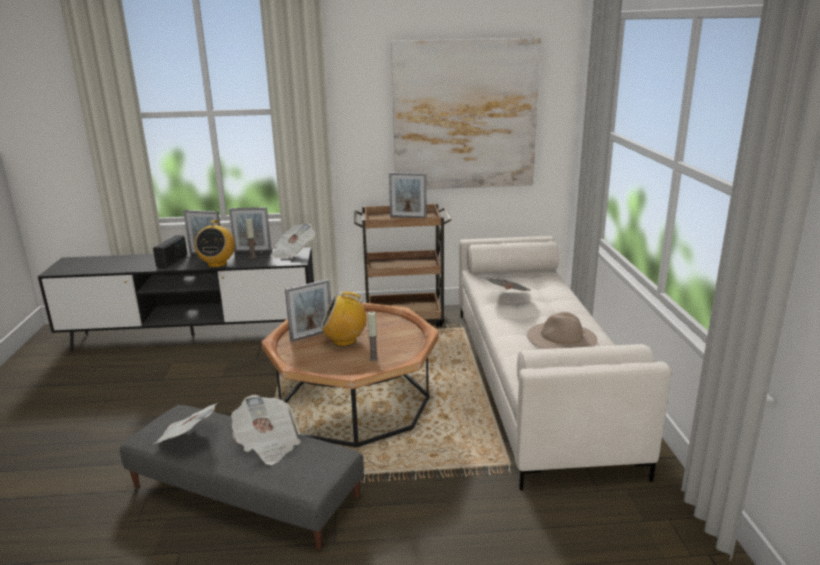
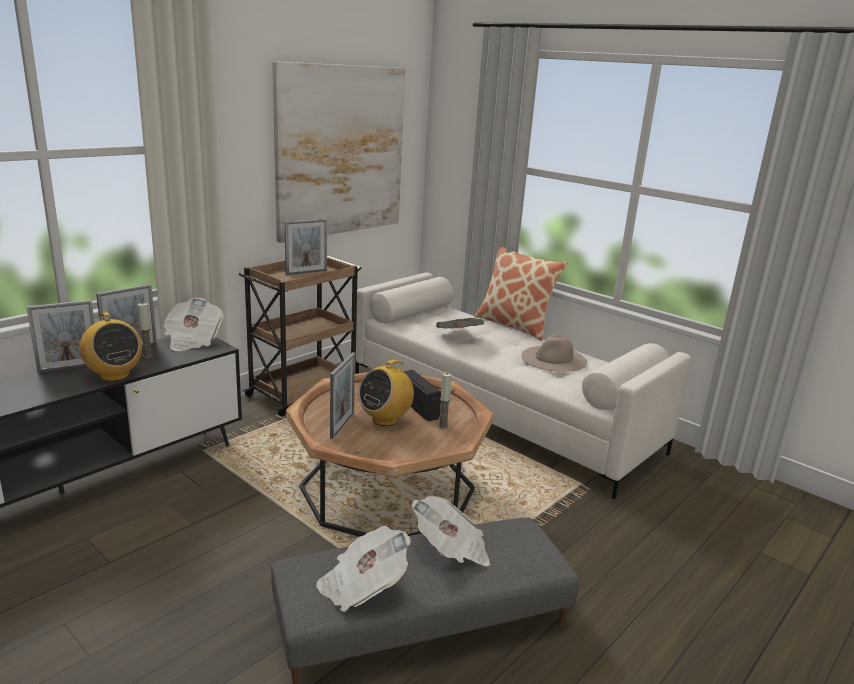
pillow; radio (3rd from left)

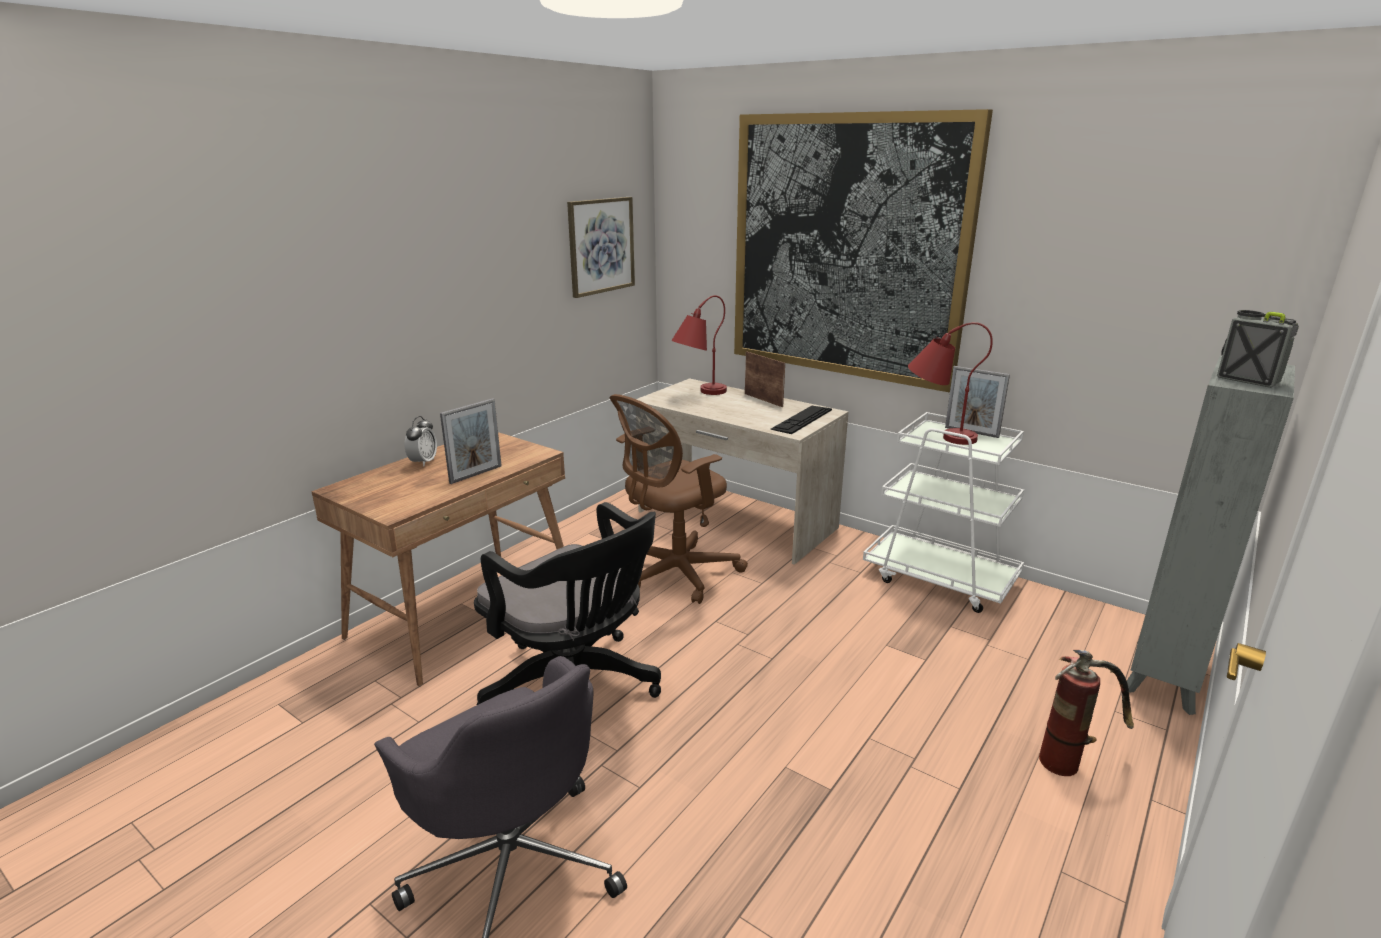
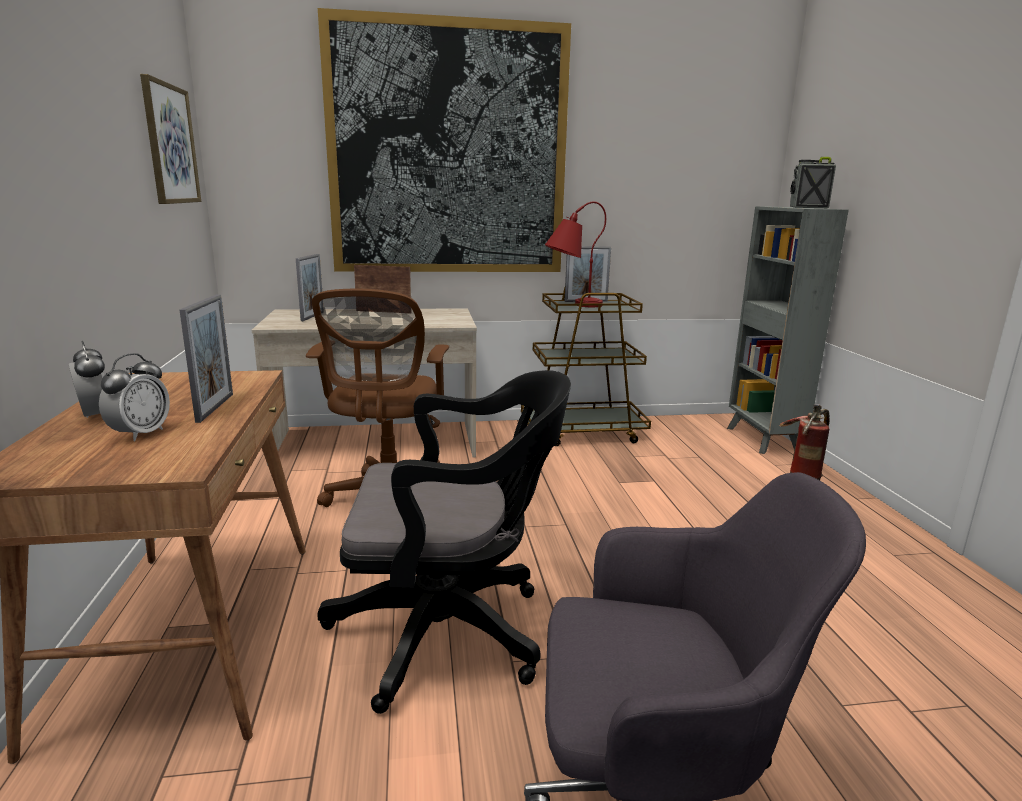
keyboard; alarm clock (2nd from left); picture frame (2nd from left); brown cart

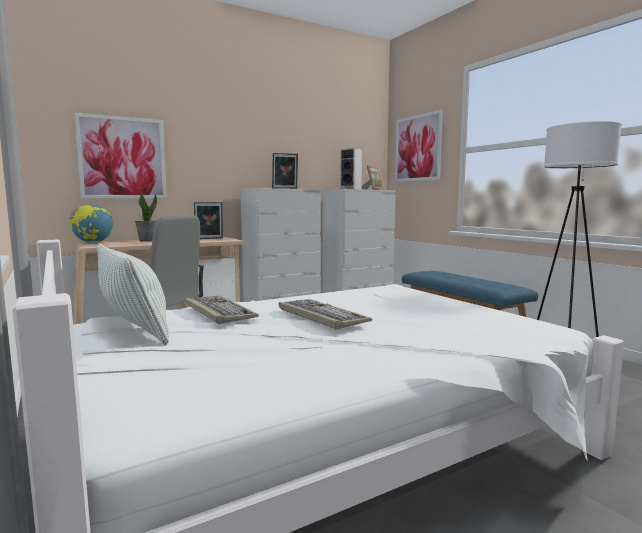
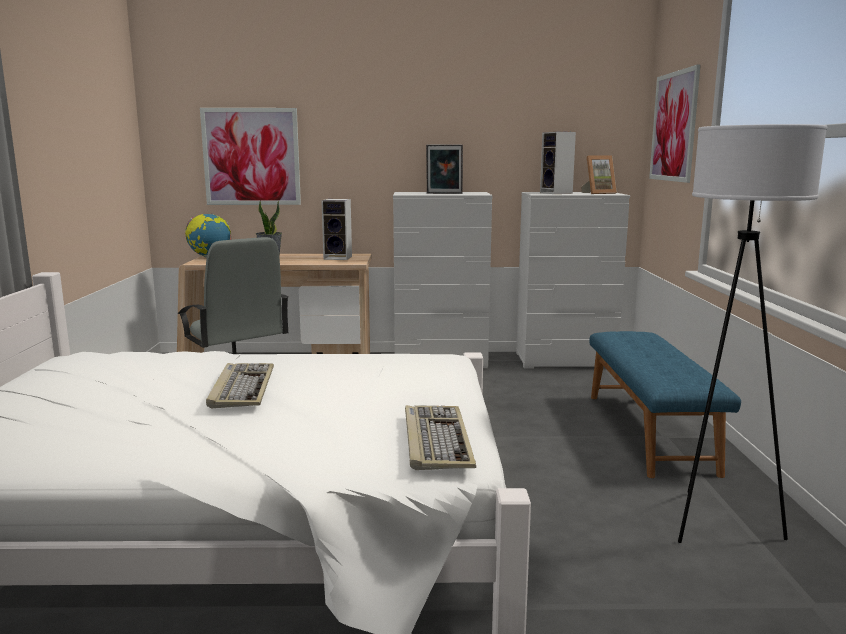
pillow; keyboard (2nd from left); speaker (1st from left)

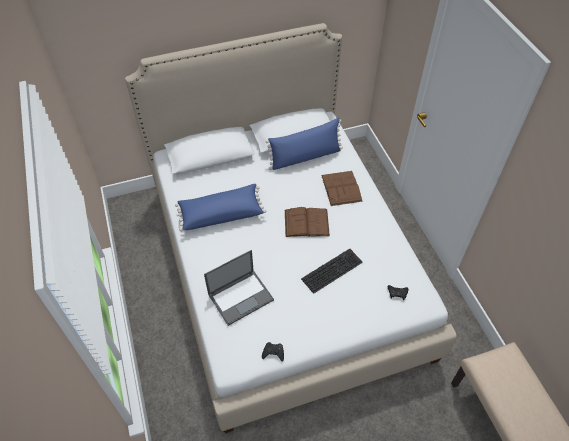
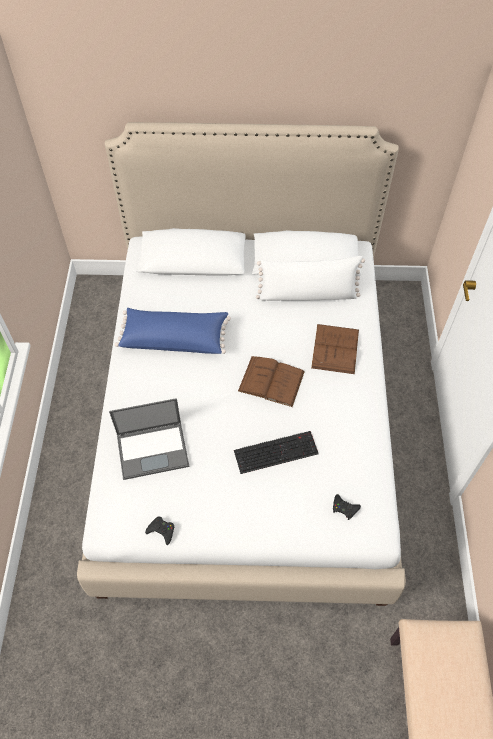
white pillow

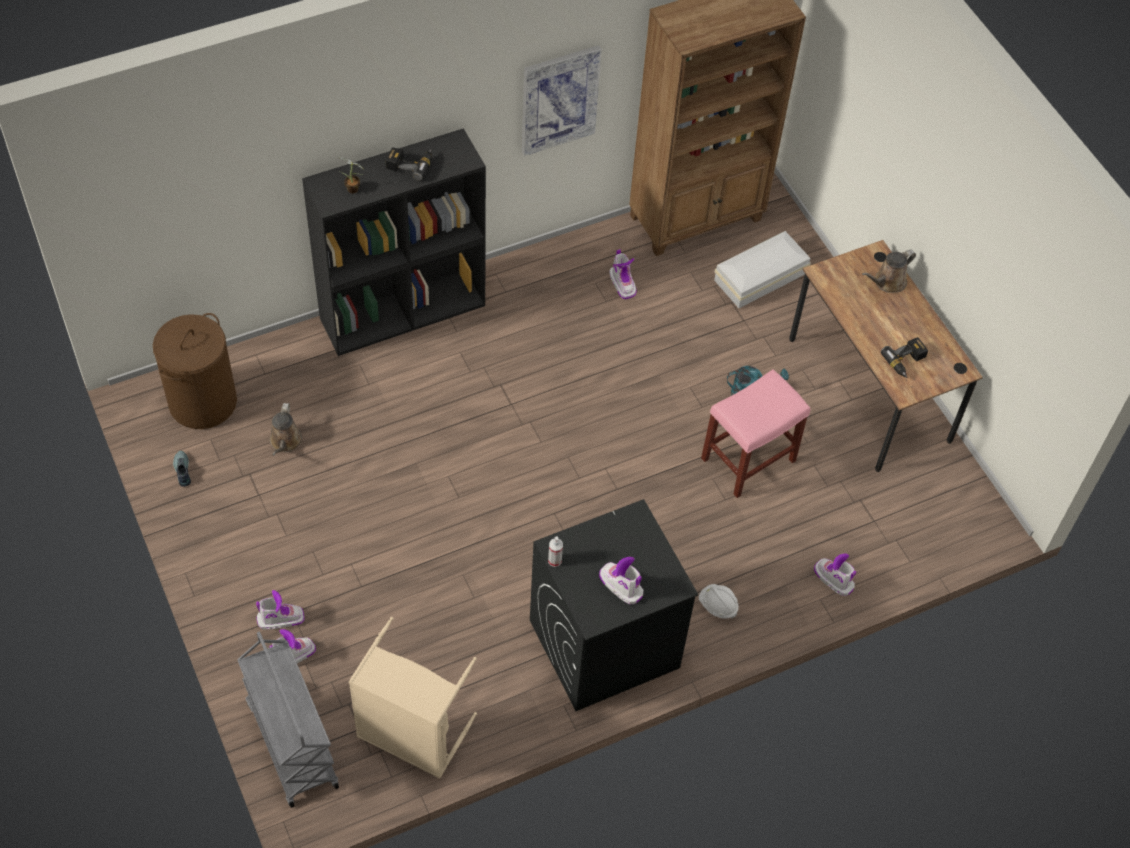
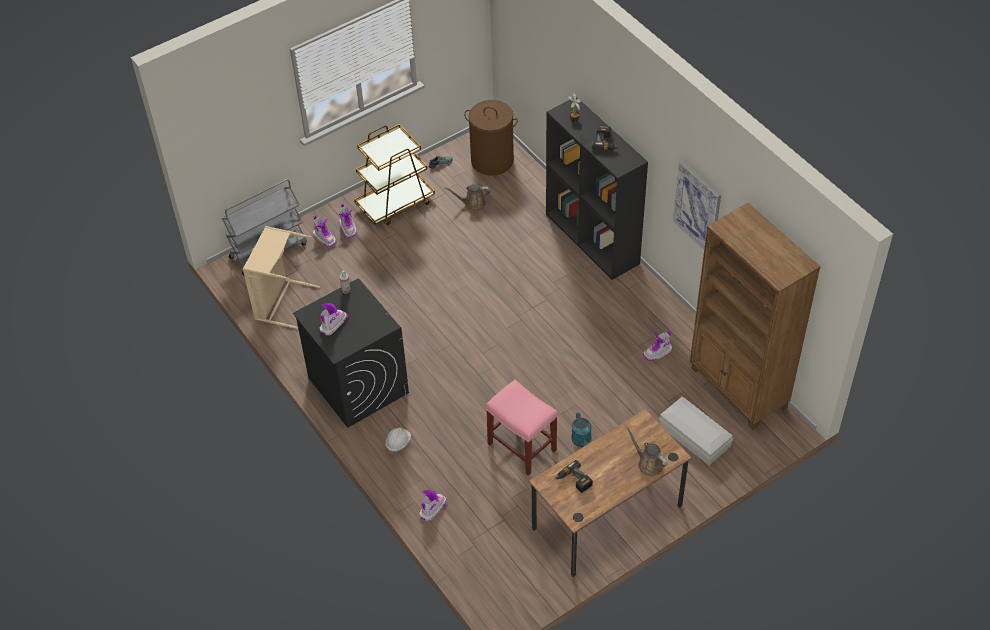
brown cart

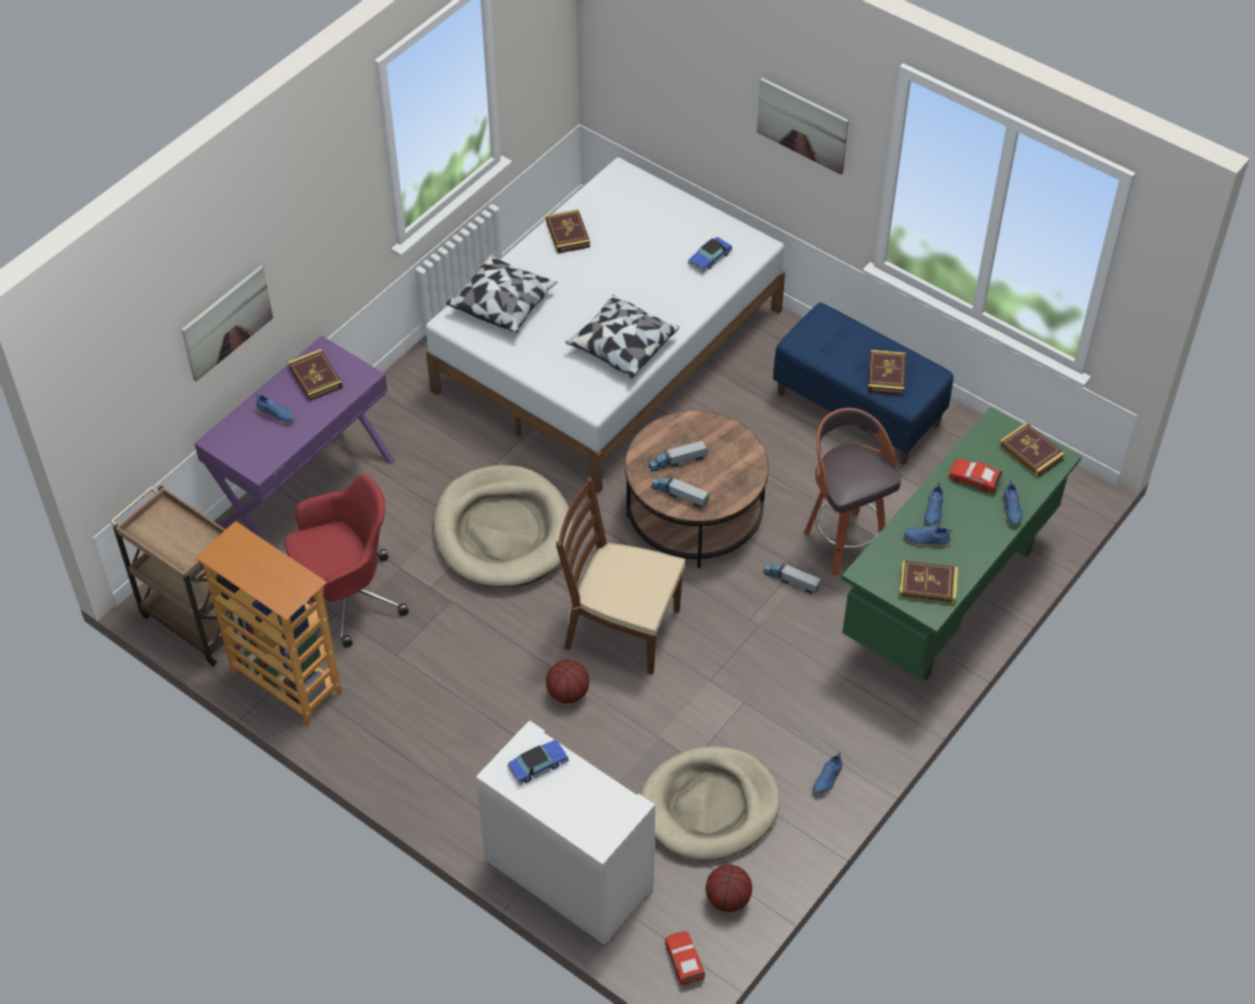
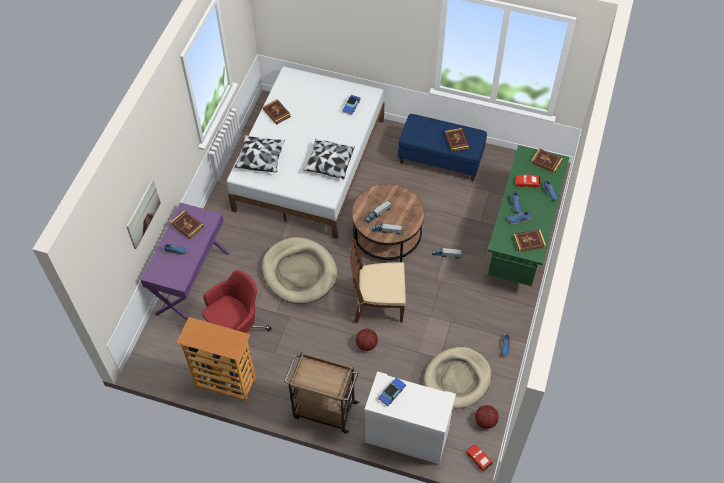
picture (2nd from left in the first image); stool; brown cart

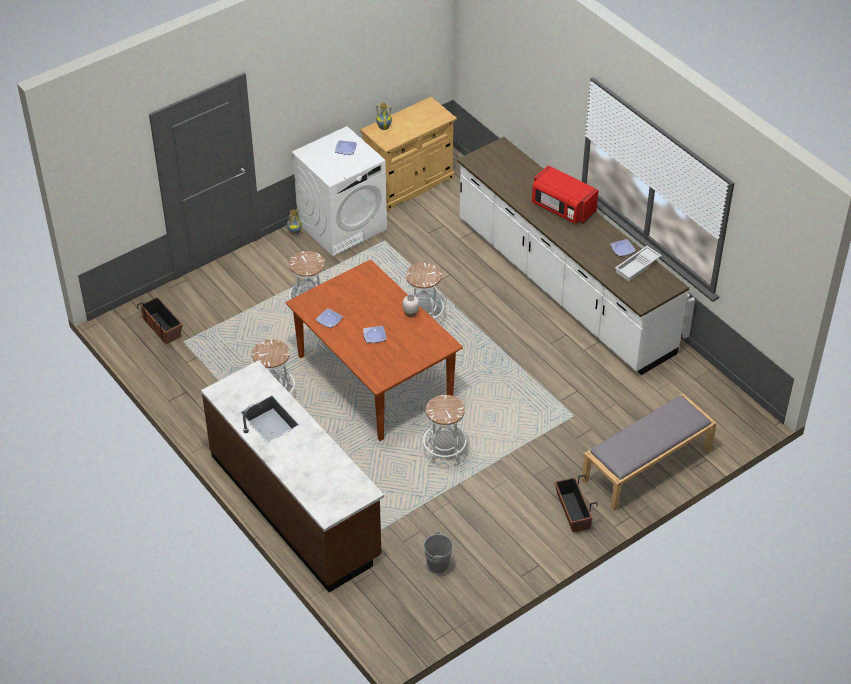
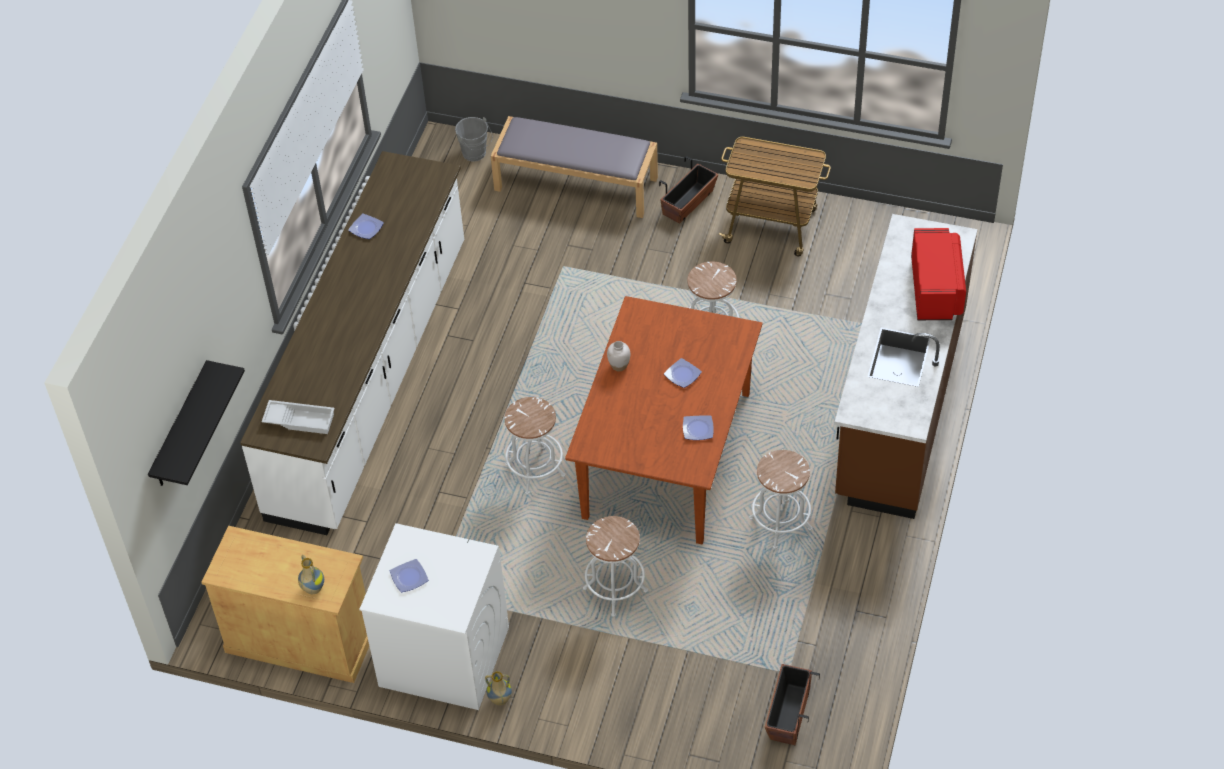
black shelf; cart; grey bucket; red microwave; white tray

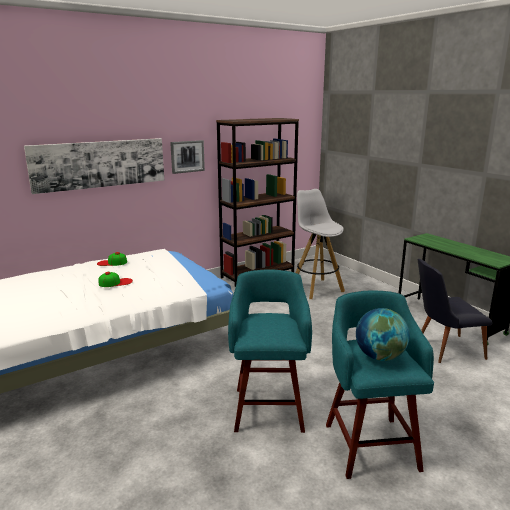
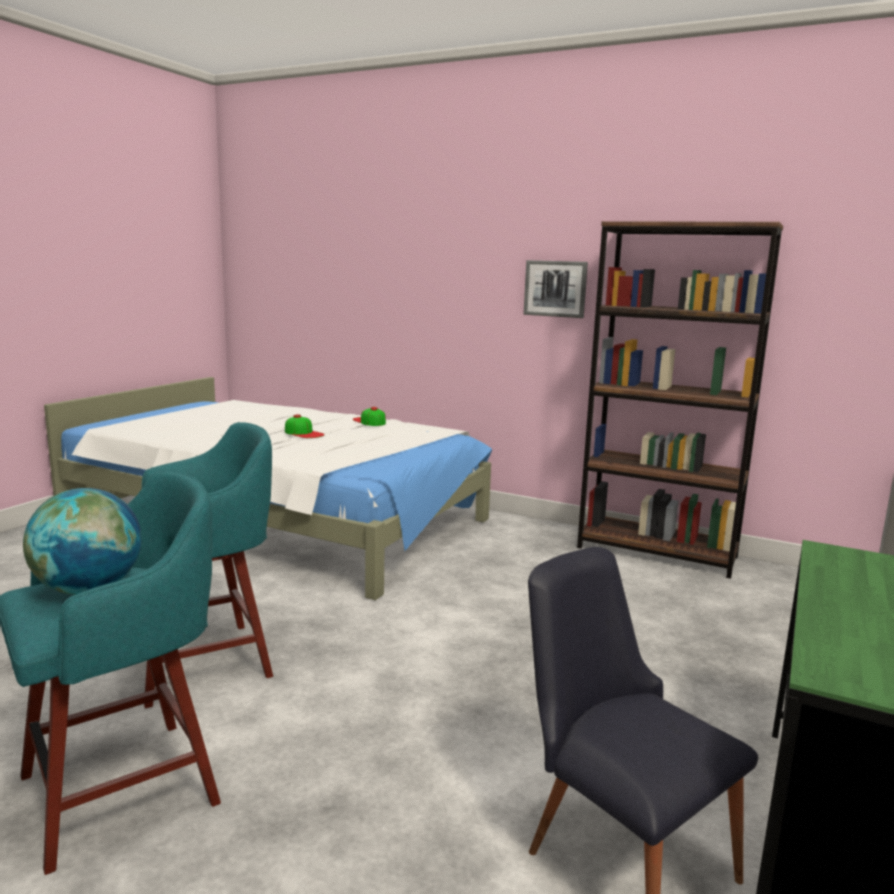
picture (1st from left in the first image); white stool

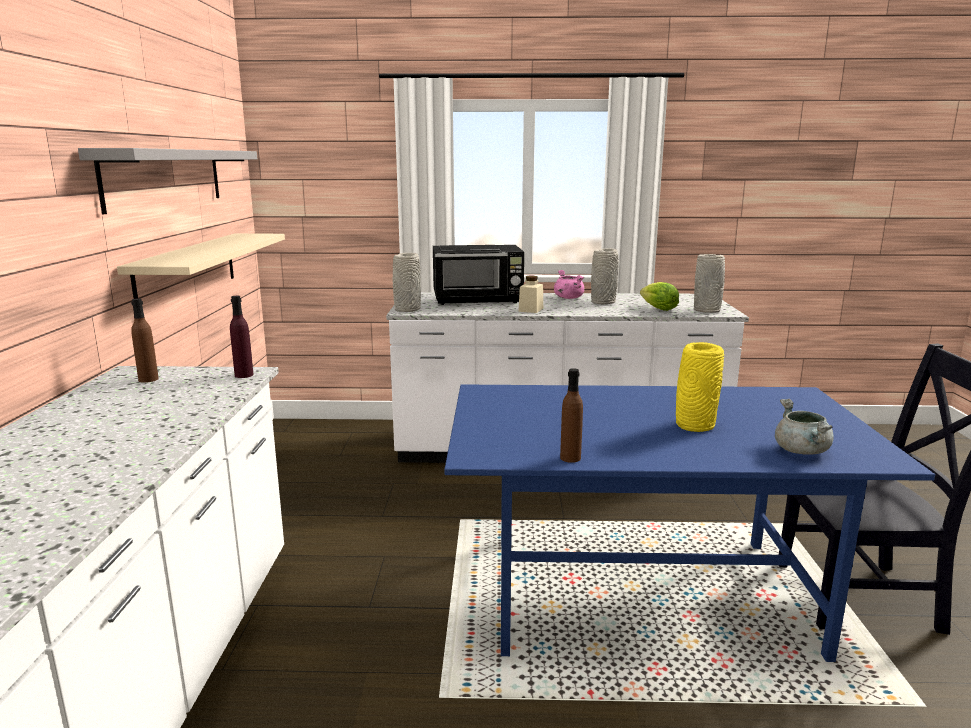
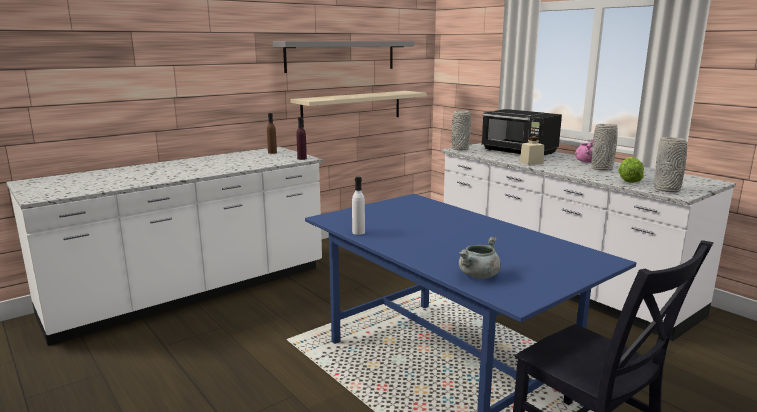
yellow vase; white bottle

